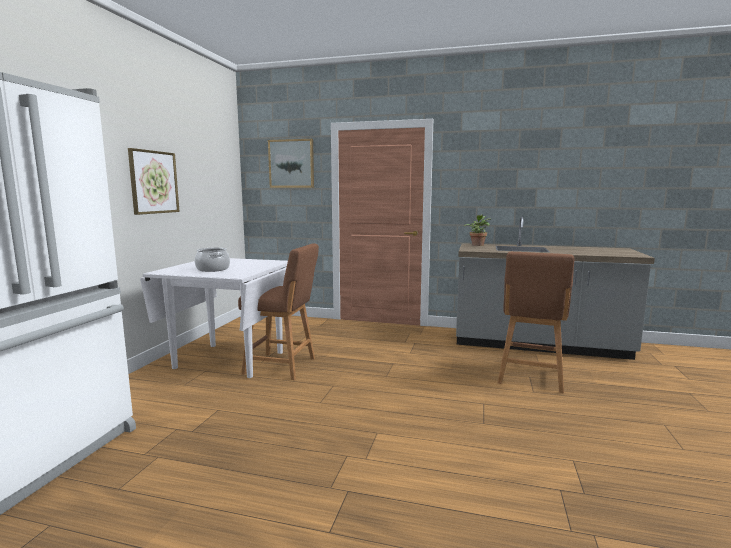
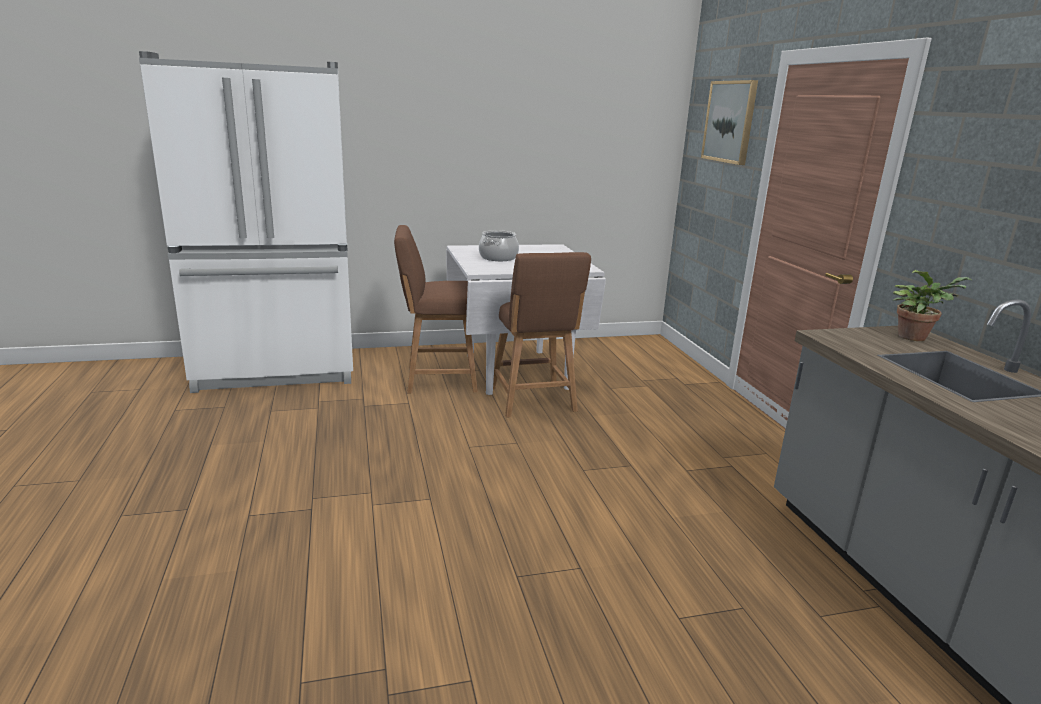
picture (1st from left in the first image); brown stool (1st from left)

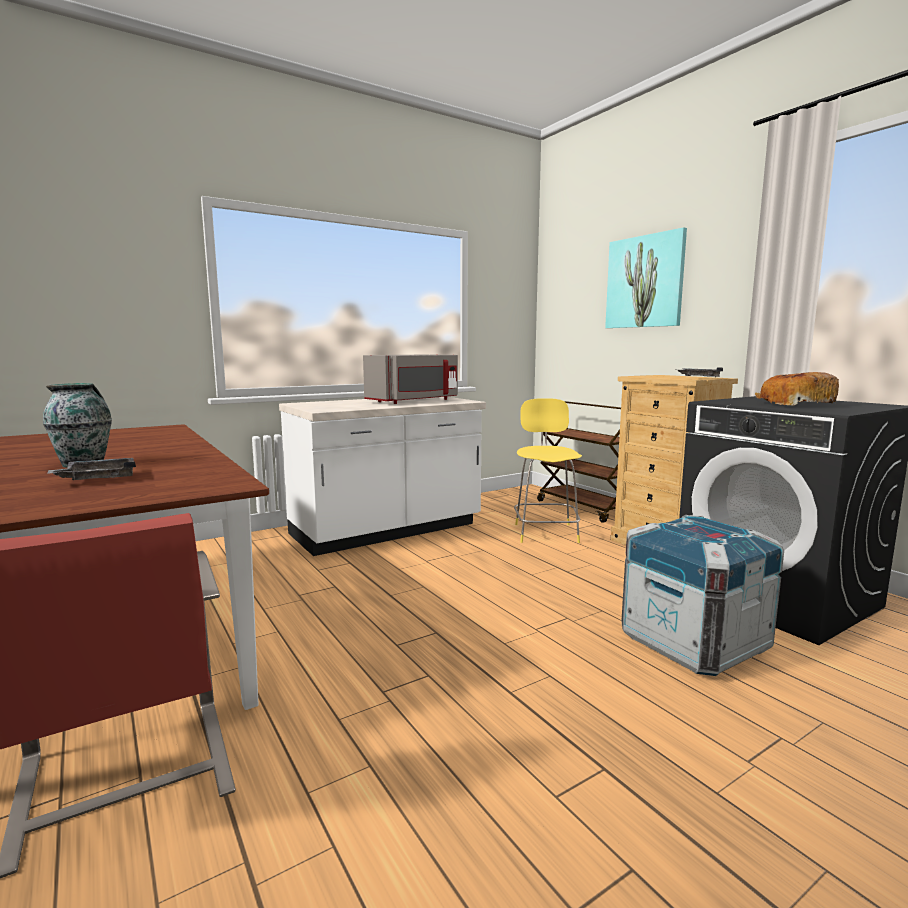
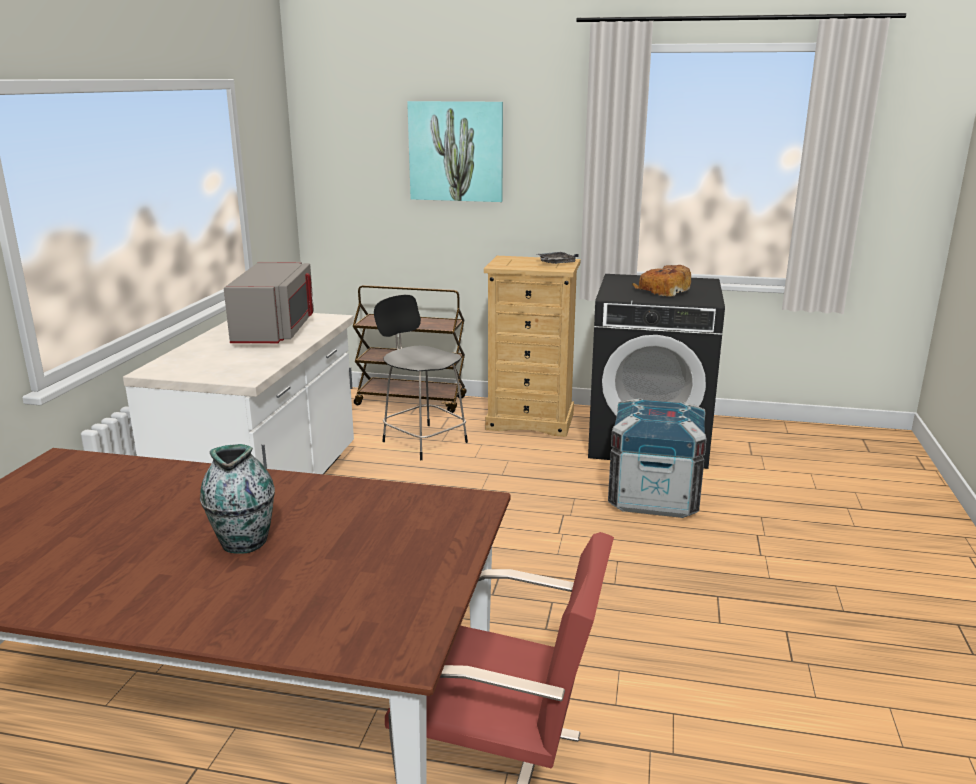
grey tray (1st from left in the first image); black stool

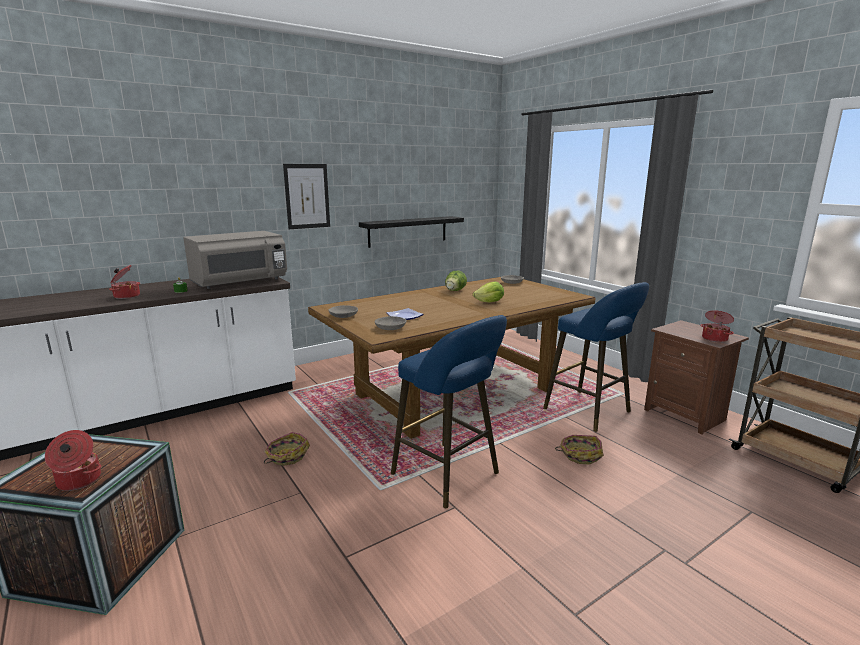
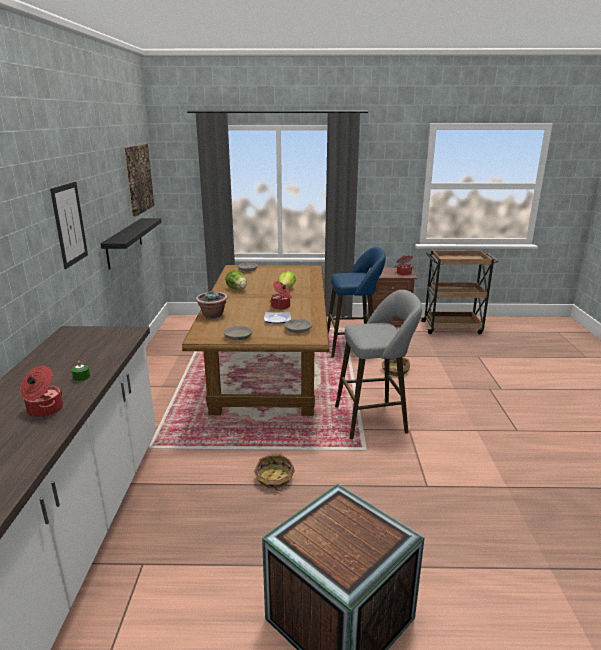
grey microwave; picture (2nd from left); potted plant; cooking pot (2nd from left); grey stool

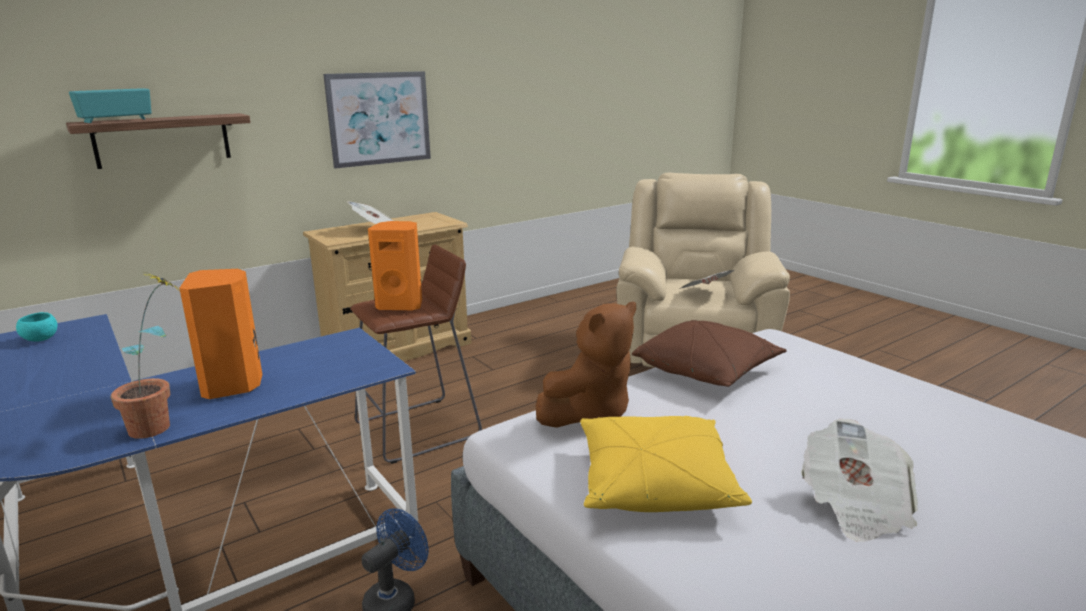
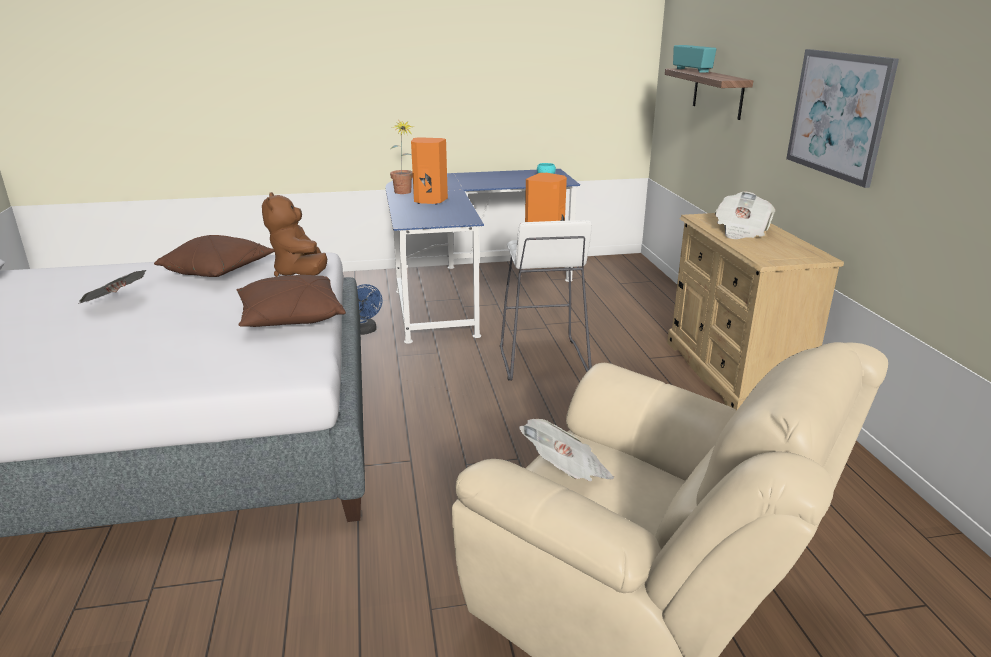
white stool; brown pillow (1st from left)

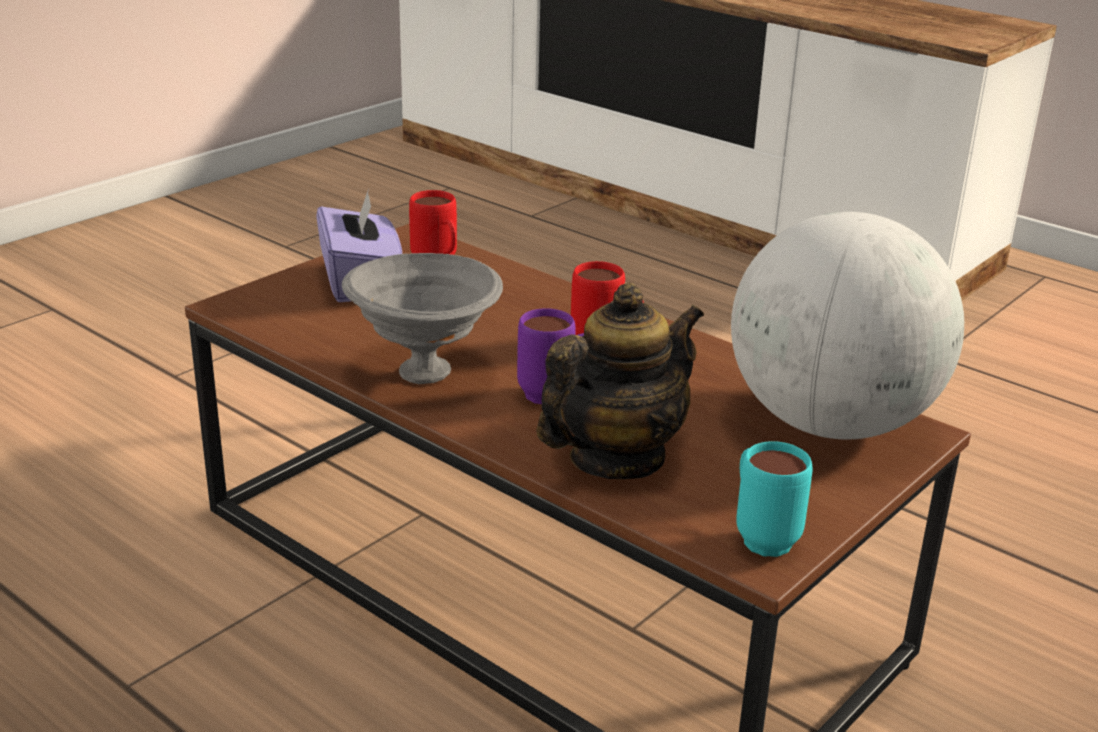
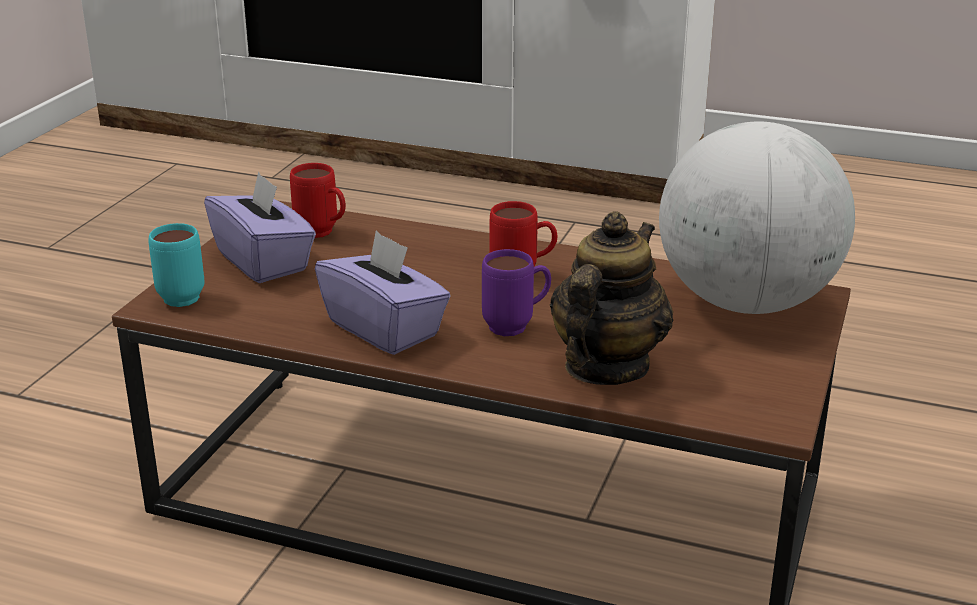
turquoise mug; purple tissue box (2nd from left)

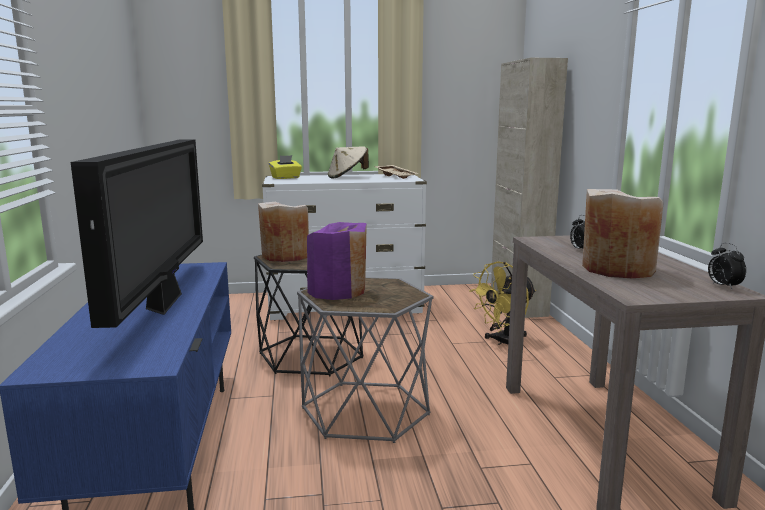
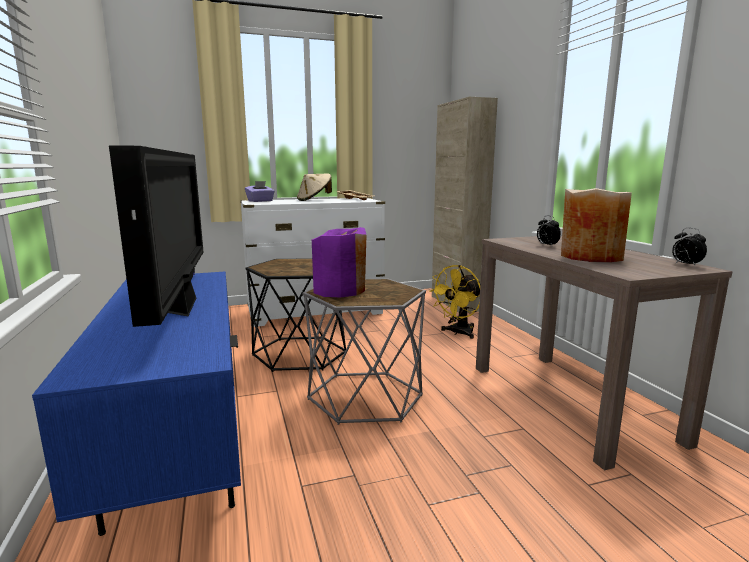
beige vase (1st from left in the first image); purple tissue box

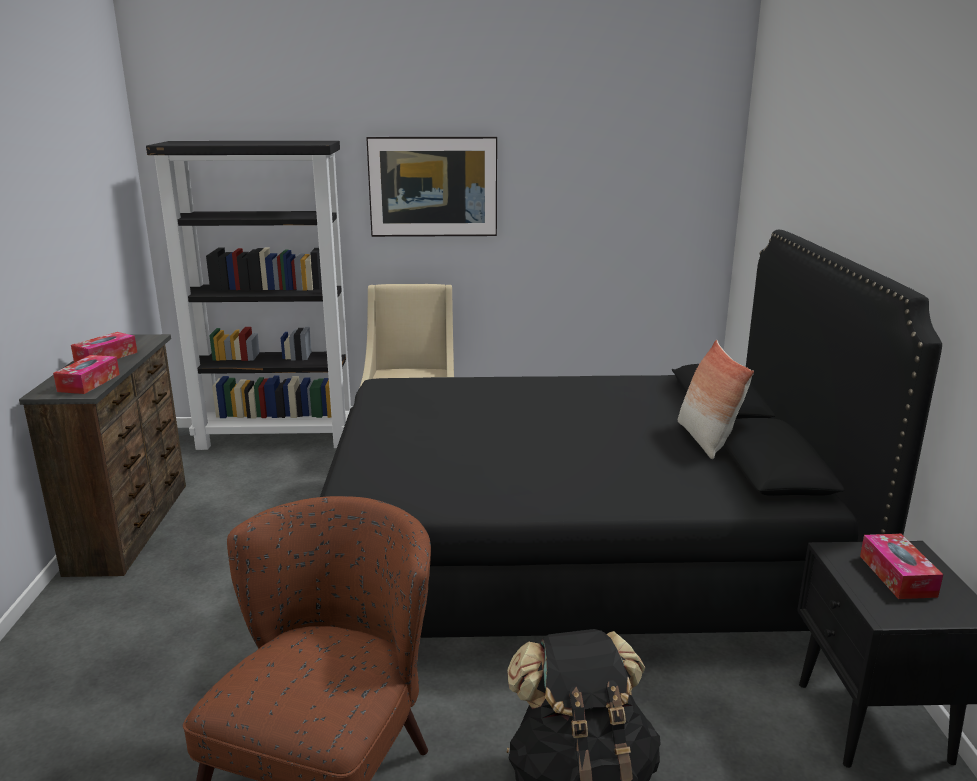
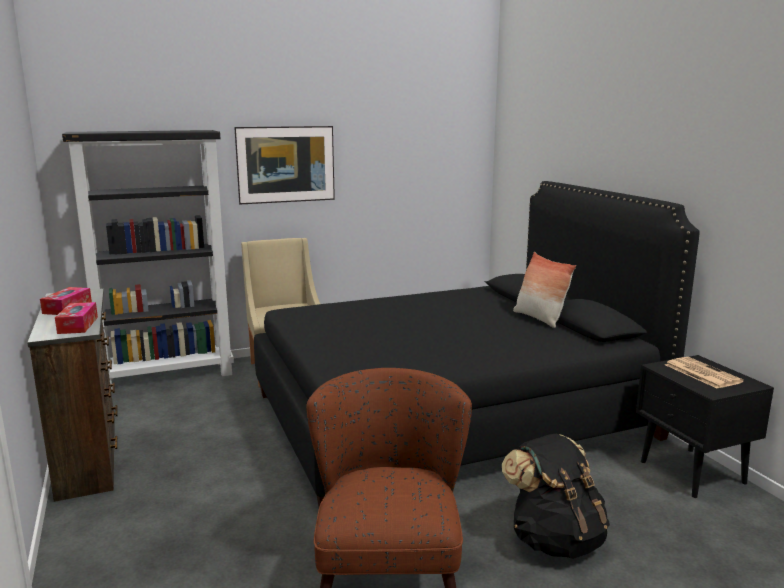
newspaper

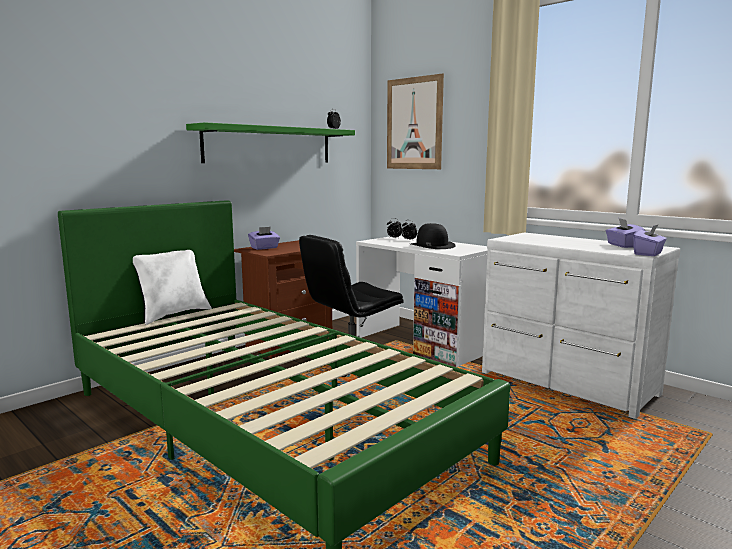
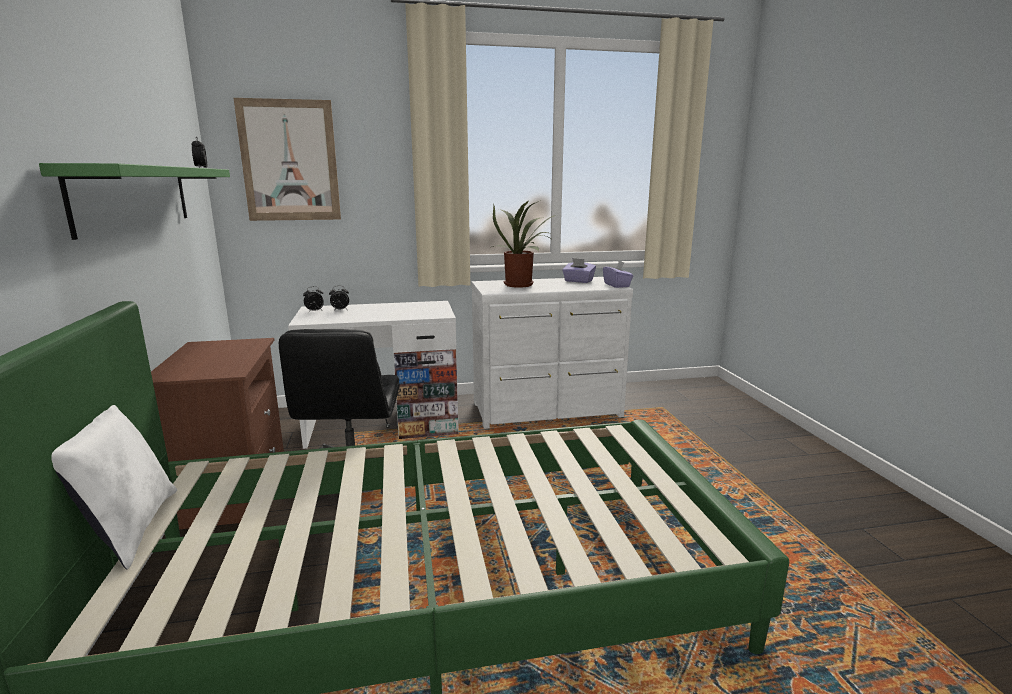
purple tissue box (1st from left in the first image); black hat; potted plant

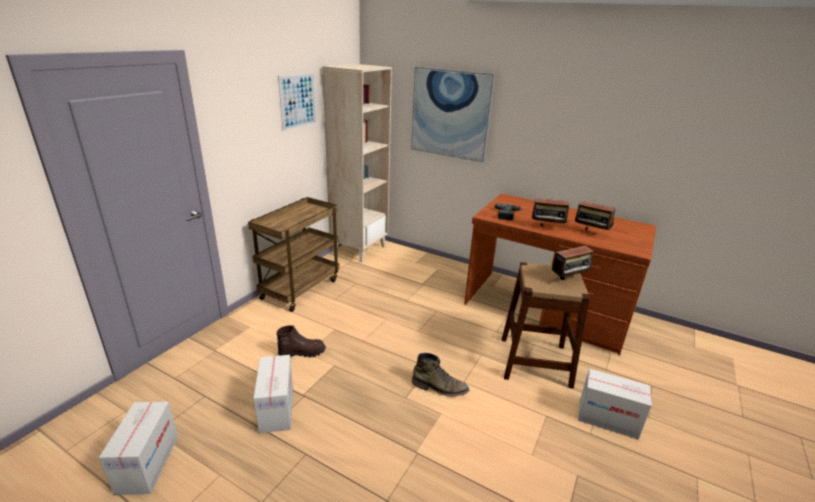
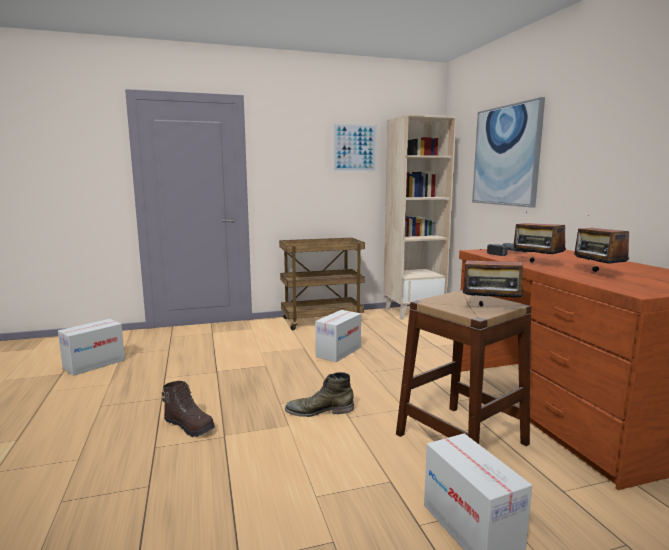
cardboard box (2nd from left); brown boot; green boot

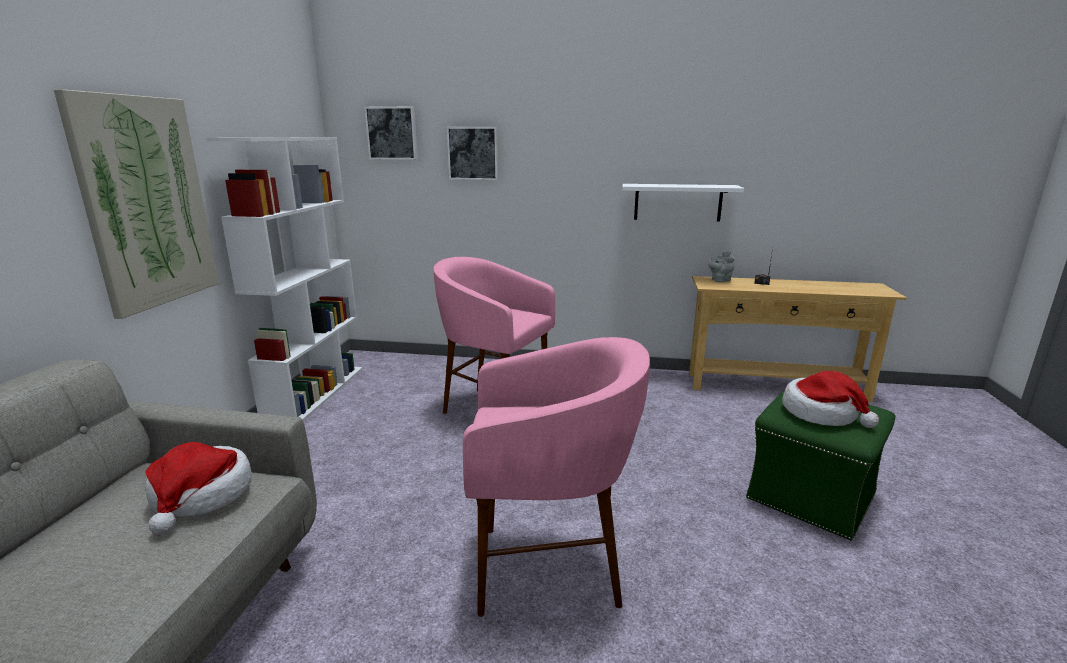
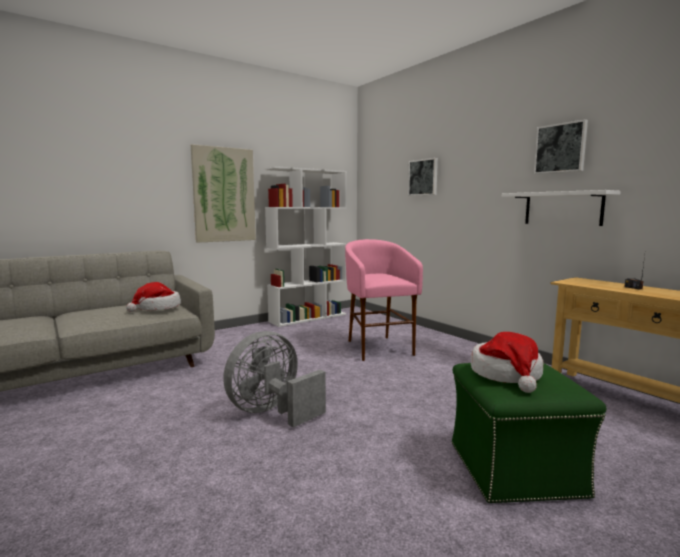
grey teapot; picture (3rd from left); grey fan

